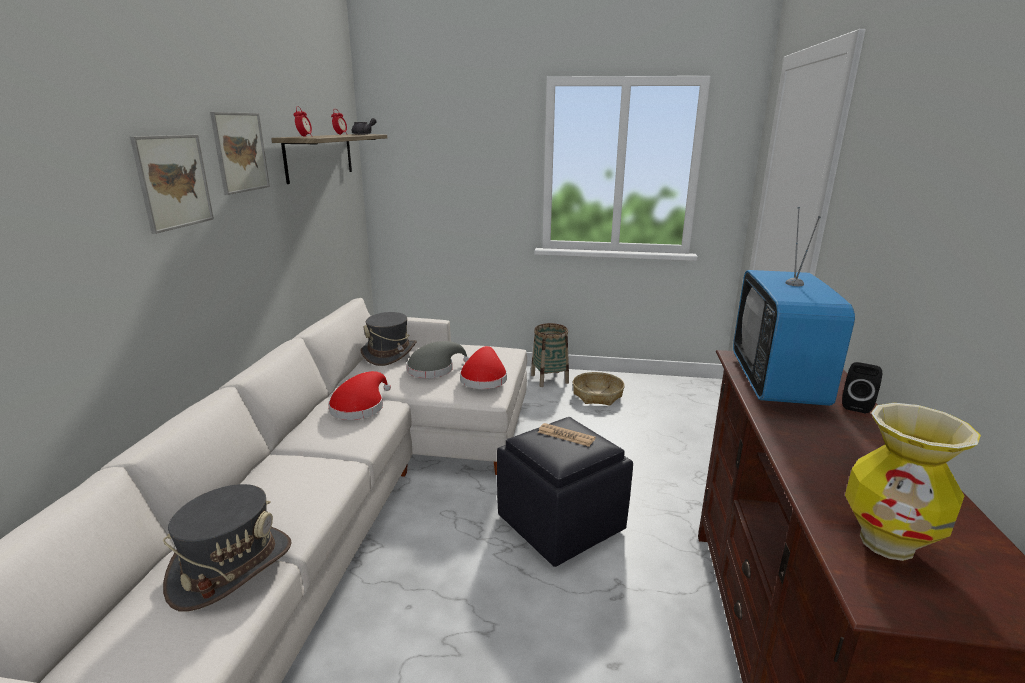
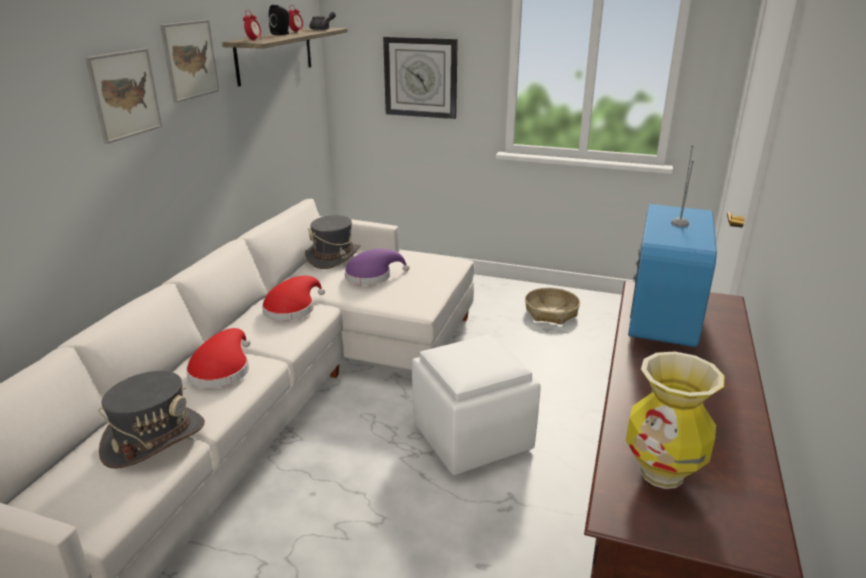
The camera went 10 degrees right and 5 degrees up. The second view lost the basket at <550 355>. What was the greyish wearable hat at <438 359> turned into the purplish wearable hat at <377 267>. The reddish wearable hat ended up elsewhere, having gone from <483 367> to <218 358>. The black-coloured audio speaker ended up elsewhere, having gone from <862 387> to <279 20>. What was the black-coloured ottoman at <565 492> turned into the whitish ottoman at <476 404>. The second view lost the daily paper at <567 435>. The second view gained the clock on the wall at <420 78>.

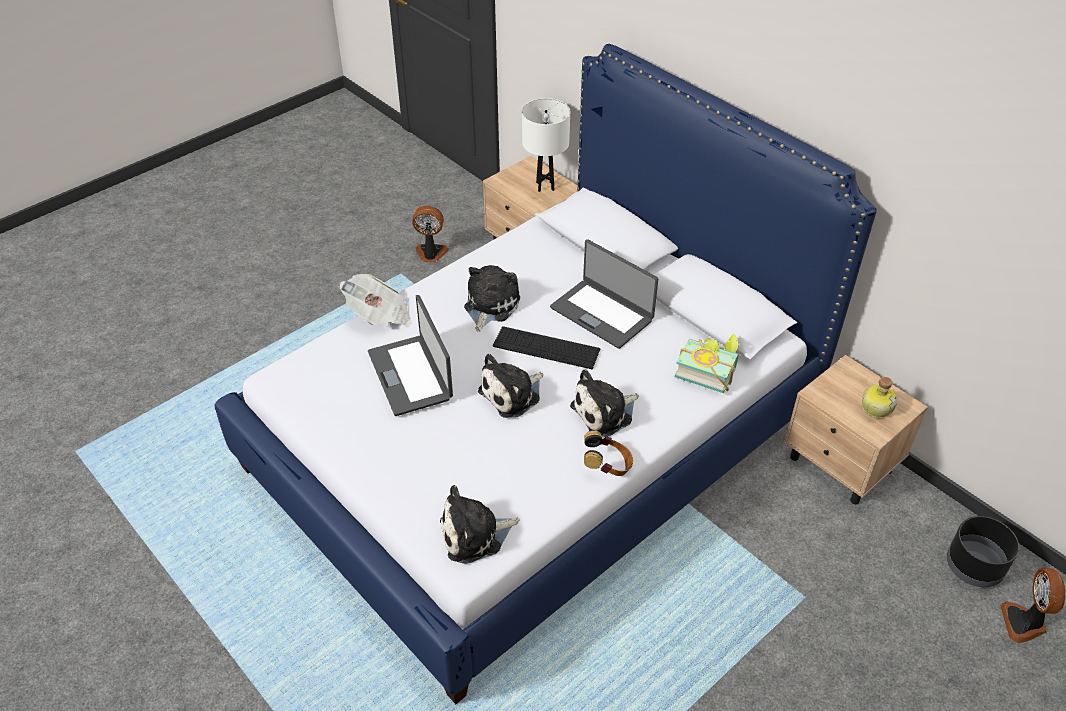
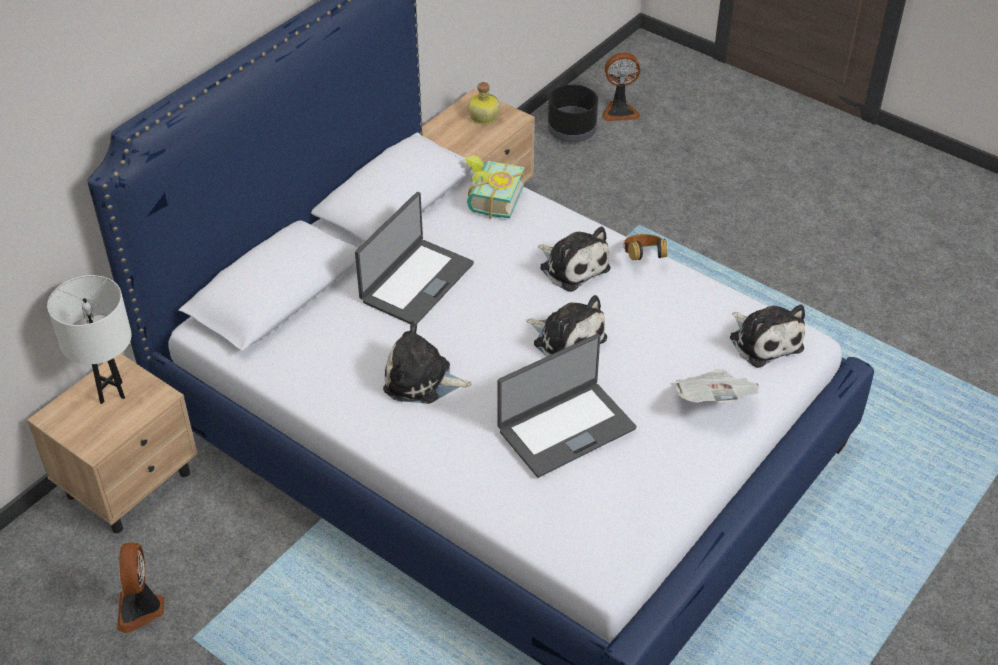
The camera went 100 degrees left and 0 degrees up. The daily paper ended up elsewhere, having gone from <376 300> to <717 386>. The second view lost the computer keyboard at <546 347>.

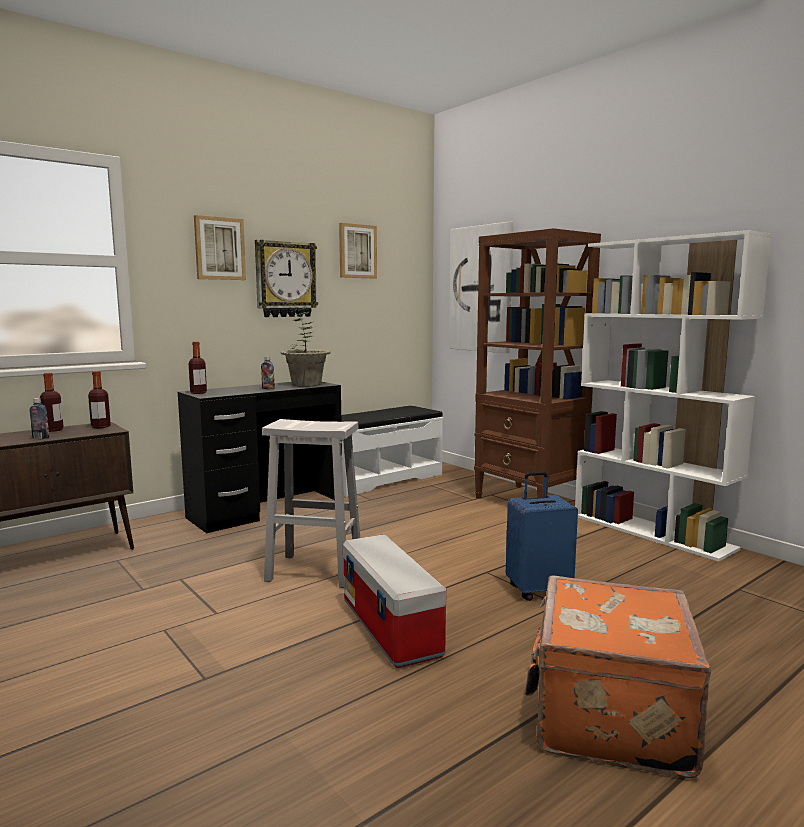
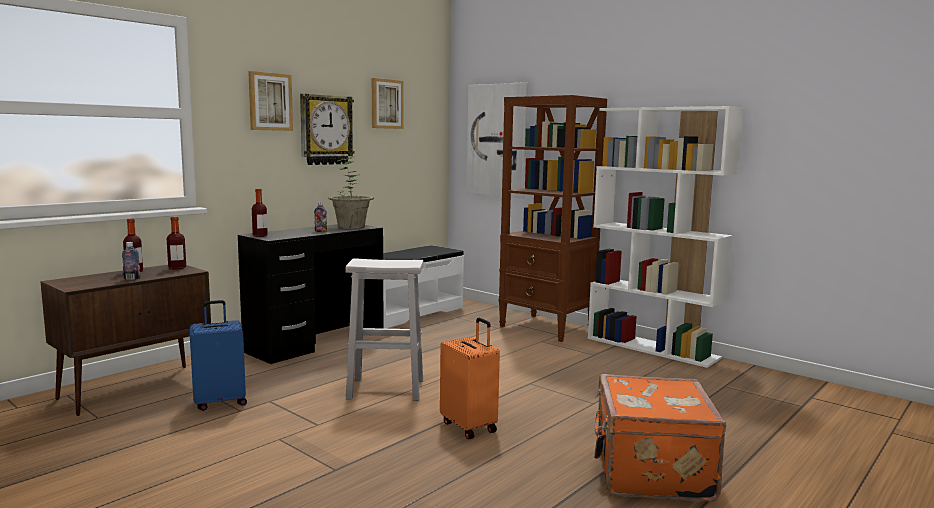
The camera went 10 degrees left and 0 degrees up. The bluish suitcase ended up elsewhere, having gone from <542 536> to <218 355>. Where the storage box stood at <395 601>, the orange-coloured suitcase came to stand at <470 378>.

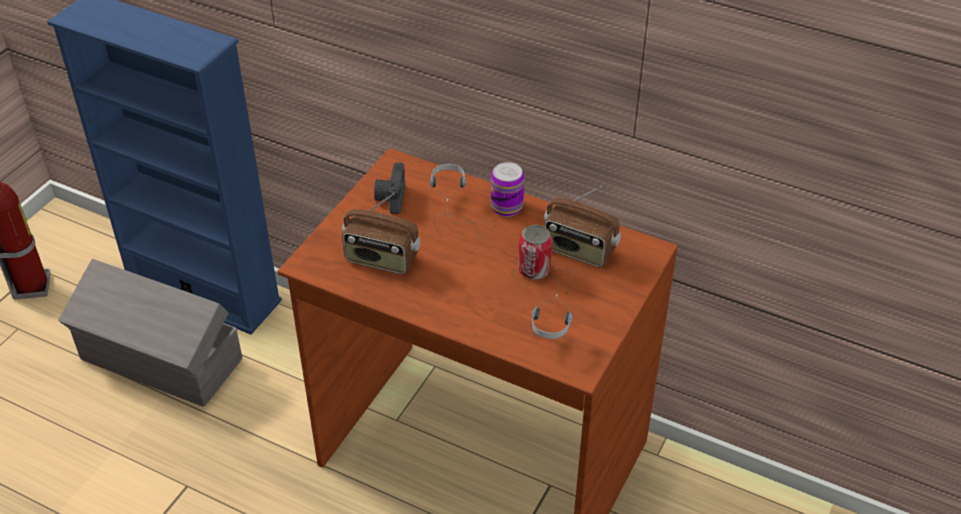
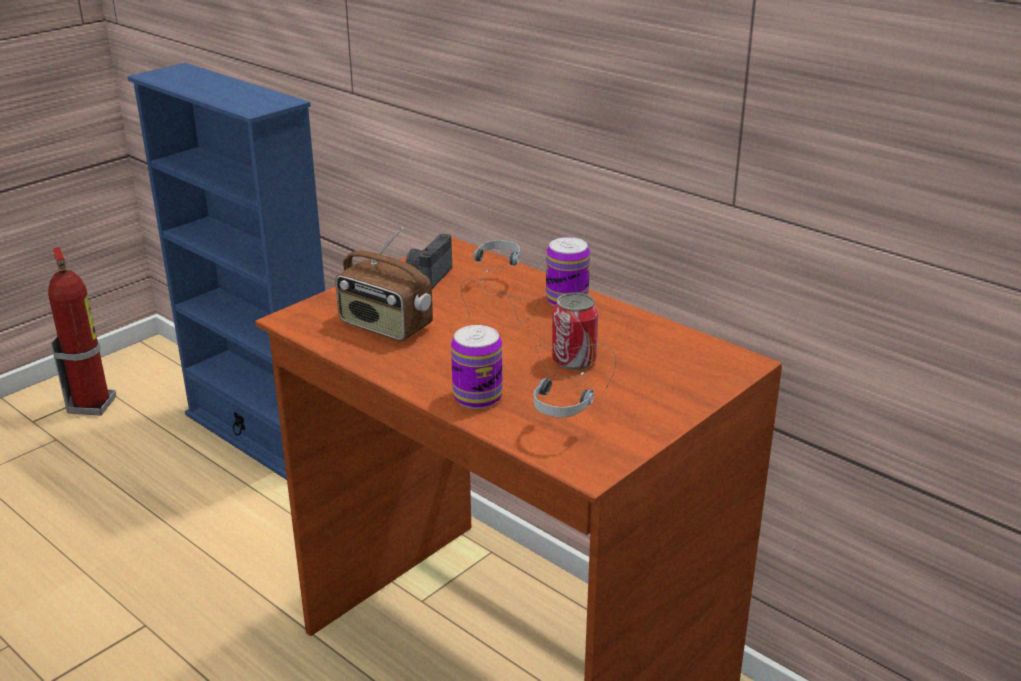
The camera went 15 degrees right and 15 degrees down. The second view lost the radio receiver at <582 227>. The second view lost the greyish storage box at <150 333>. The second view gained the can at <477 367>.

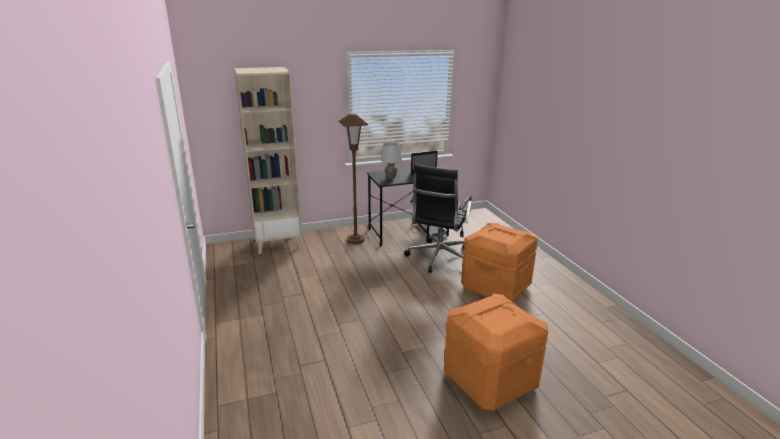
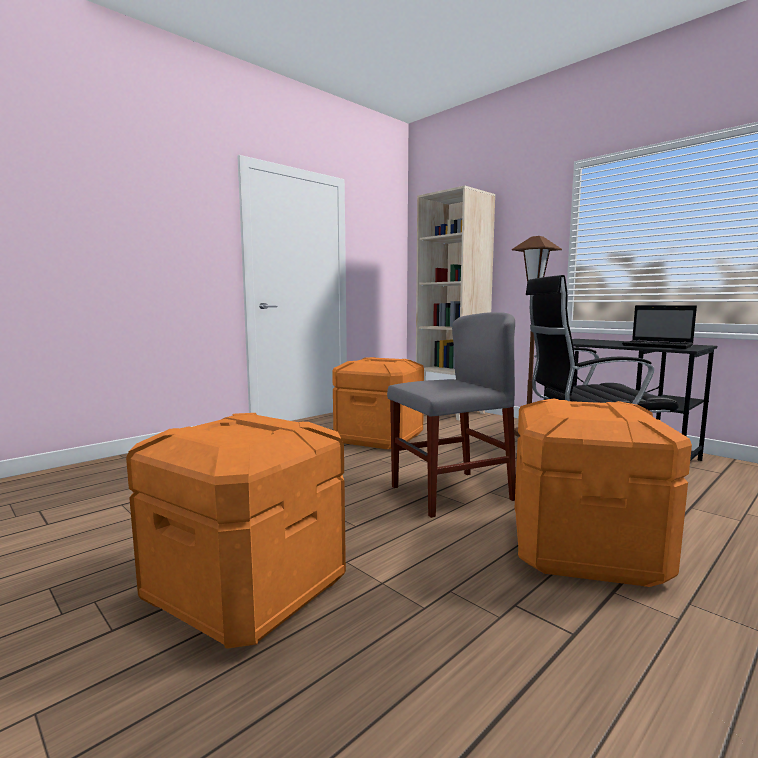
The camera went 65 degrees right and 15 degrees down. The second view lost the greyish table lamp at <391 161>. The second view gained the greyish plain chair at <451 415>. The second view gained the orange-coloured storage box at <378 403>.

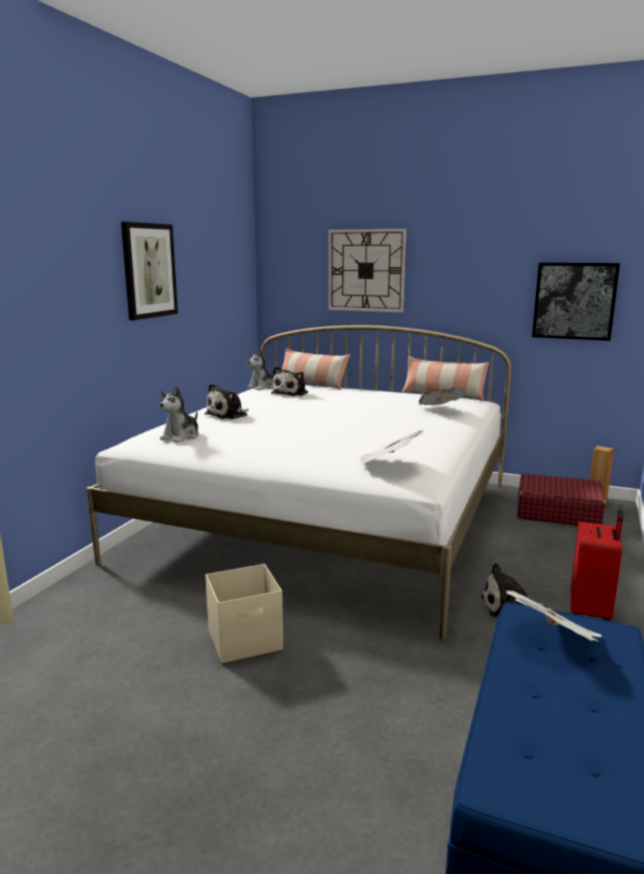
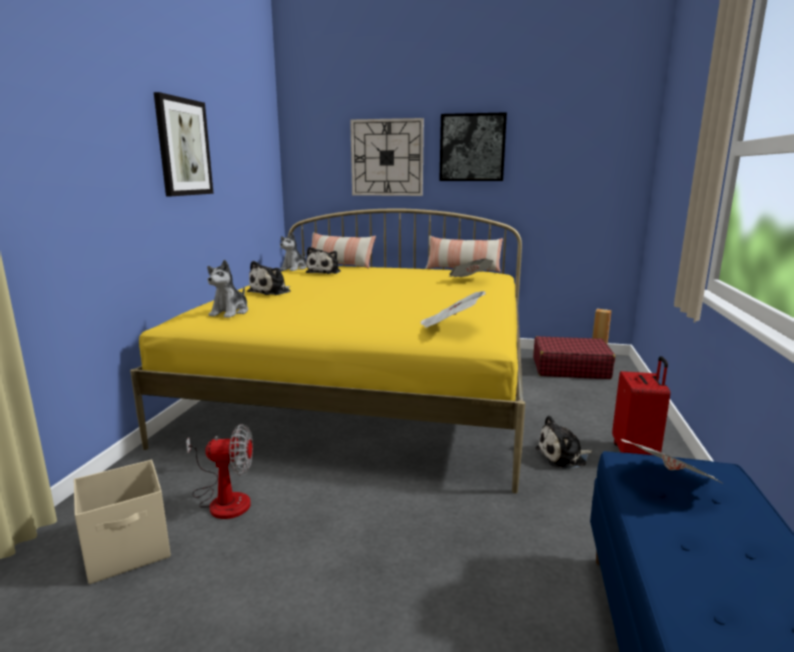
The camera went 10 degrees left and 0 degrees up. The wall art ended up elsewhere, having gone from <576 302> to <473 146>. What was the whitish sleeping bed at <298 482> turned into the yellow sleeping bed at <328 351>. The beige storage box ended up elsewhere, having gone from <244 613> to <122 521>. The second view gained the electric fan at <219 471>.

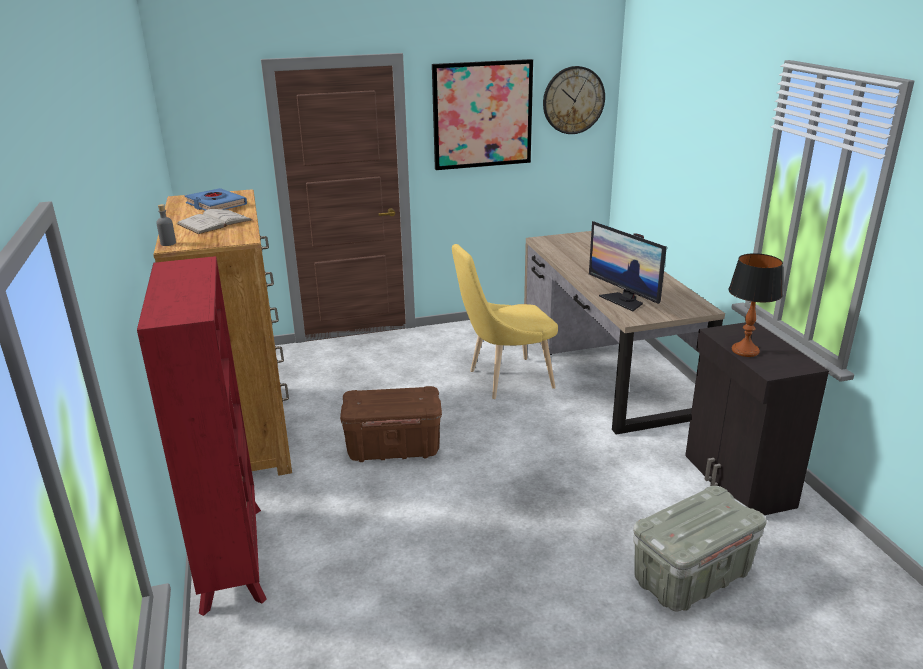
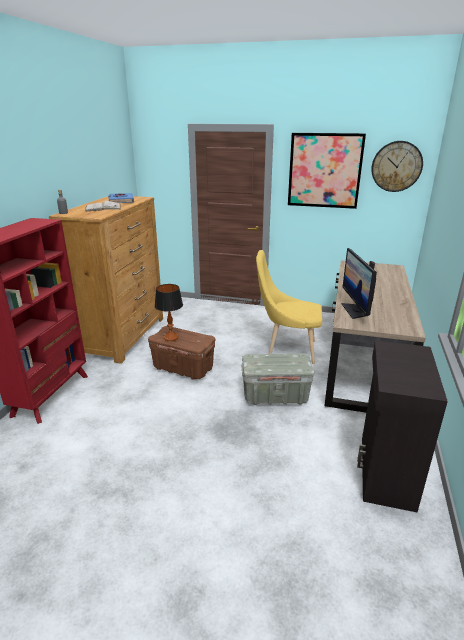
The camera went 30 degrees right and 0 degrees up. The table lamp ended up elsewhere, having gone from <756 305> to <169 312>. The greyish storage box ended up elsewhere, having gone from <700 548> to <278 379>.

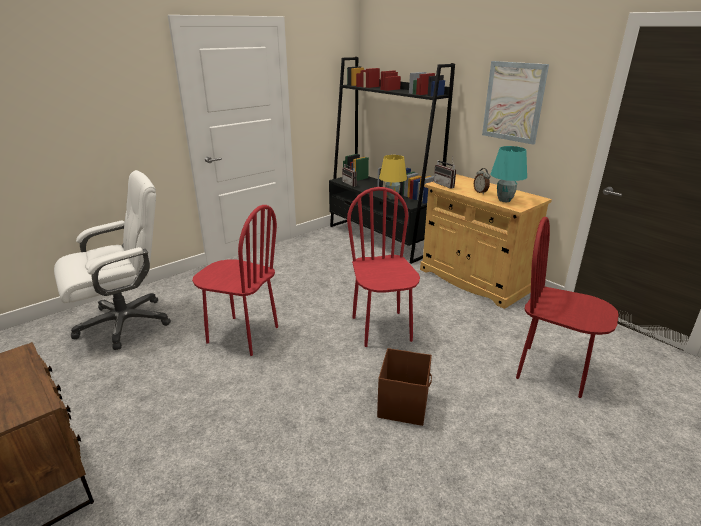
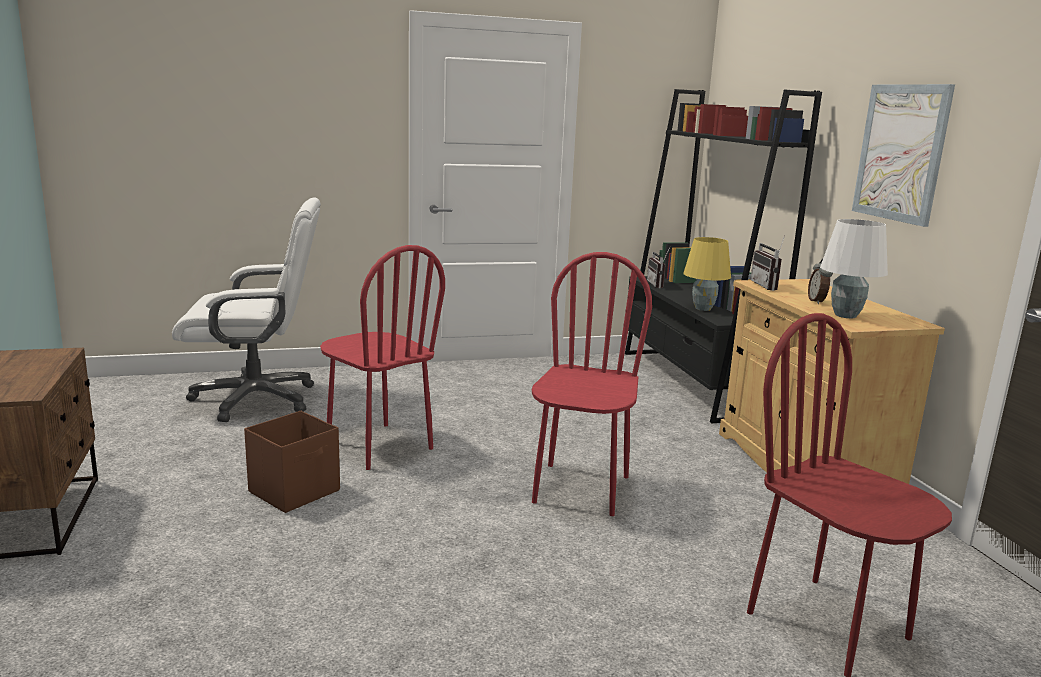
The camera went 25 degrees right and 10 degrees down. What was the turquoise table lamp at <509 174> turned into the whitish table lamp at <854 268>. The brownish storage box ended up elsewhere, having gone from <404 387> to <292 462>.

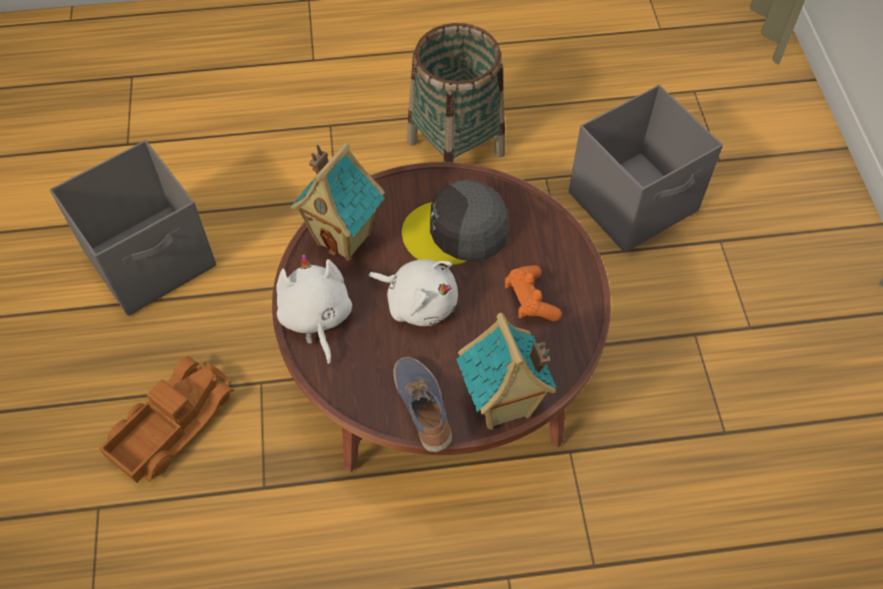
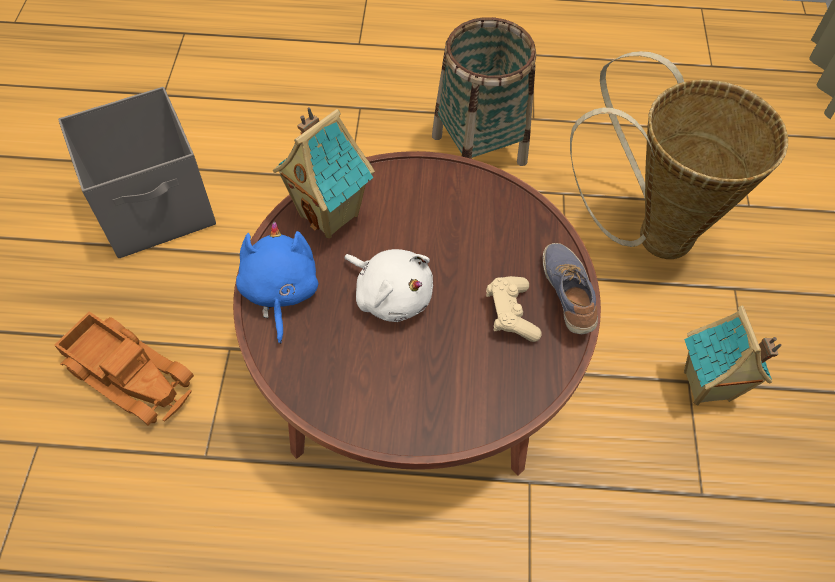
The camera went 10 degrees right and 0 degrees up. Where the greyish storage box stood at <646 169>, the basket came to stand at <679 155>. The second view lost the greyish peaked cap at <455 222>. What was the whitish plush toy at <314 309> turned into the bluish plush toy at <277 283>. What was the orange-coloured joypad at <533 293> turned into the beige joypad at <514 309>. The toy house ended up elsewhere, having gone from <506 371> to <733 355>. The toy truck at <166 419> ended up facing another way, 75 degrees clockwise from before. The low shoe ended up elsewhere, having gone from <422 404> to <570 288>.

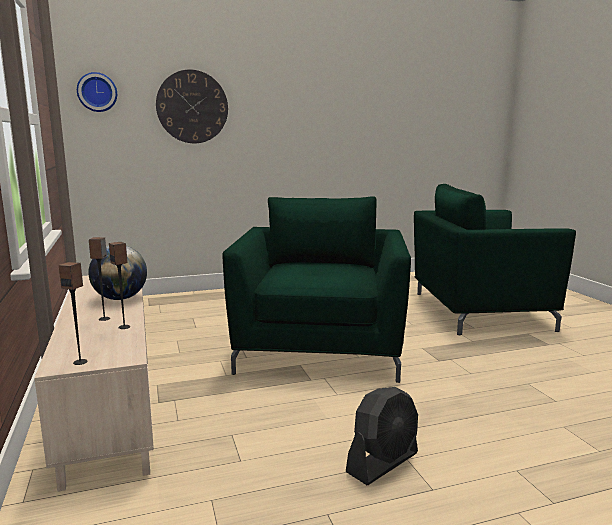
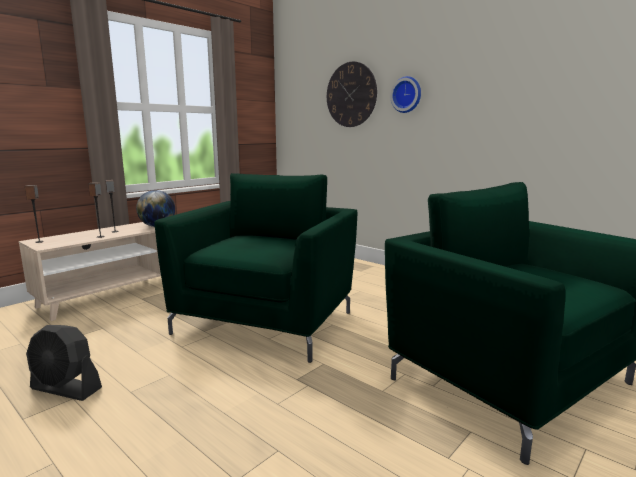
The camera went 60 degrees right and 0 degrees up. The clock on the wall ended up elsewhere, having gone from <97 92> to <405 94>. The green easy chair at <316 289> ended up facing another way, 45 degrees counterclockwise from before.

